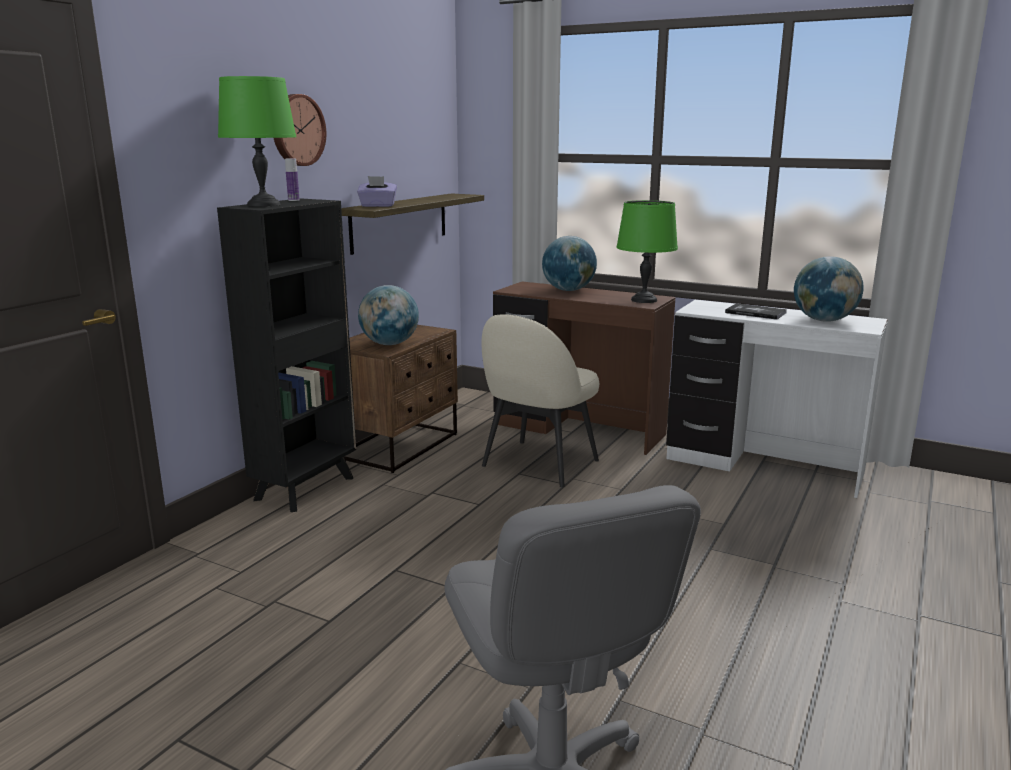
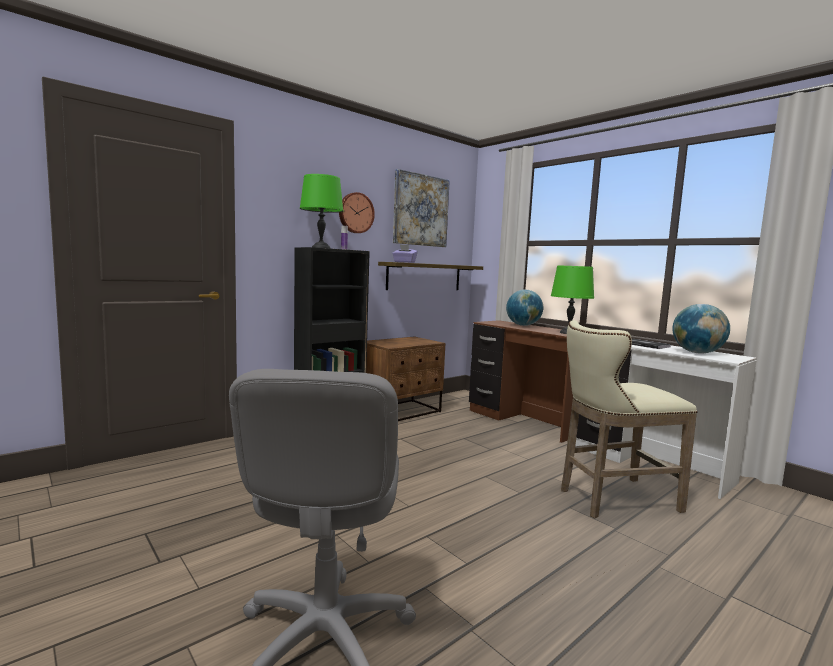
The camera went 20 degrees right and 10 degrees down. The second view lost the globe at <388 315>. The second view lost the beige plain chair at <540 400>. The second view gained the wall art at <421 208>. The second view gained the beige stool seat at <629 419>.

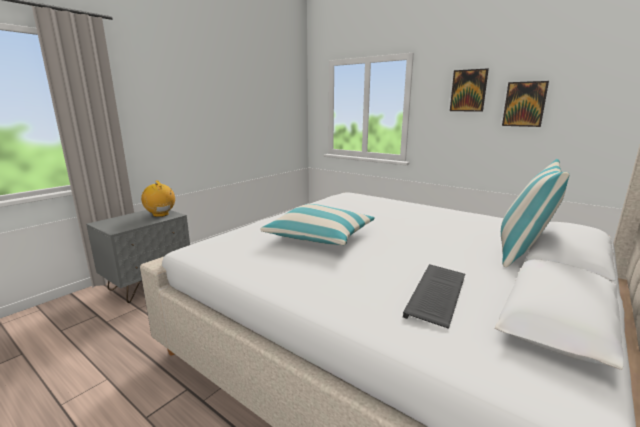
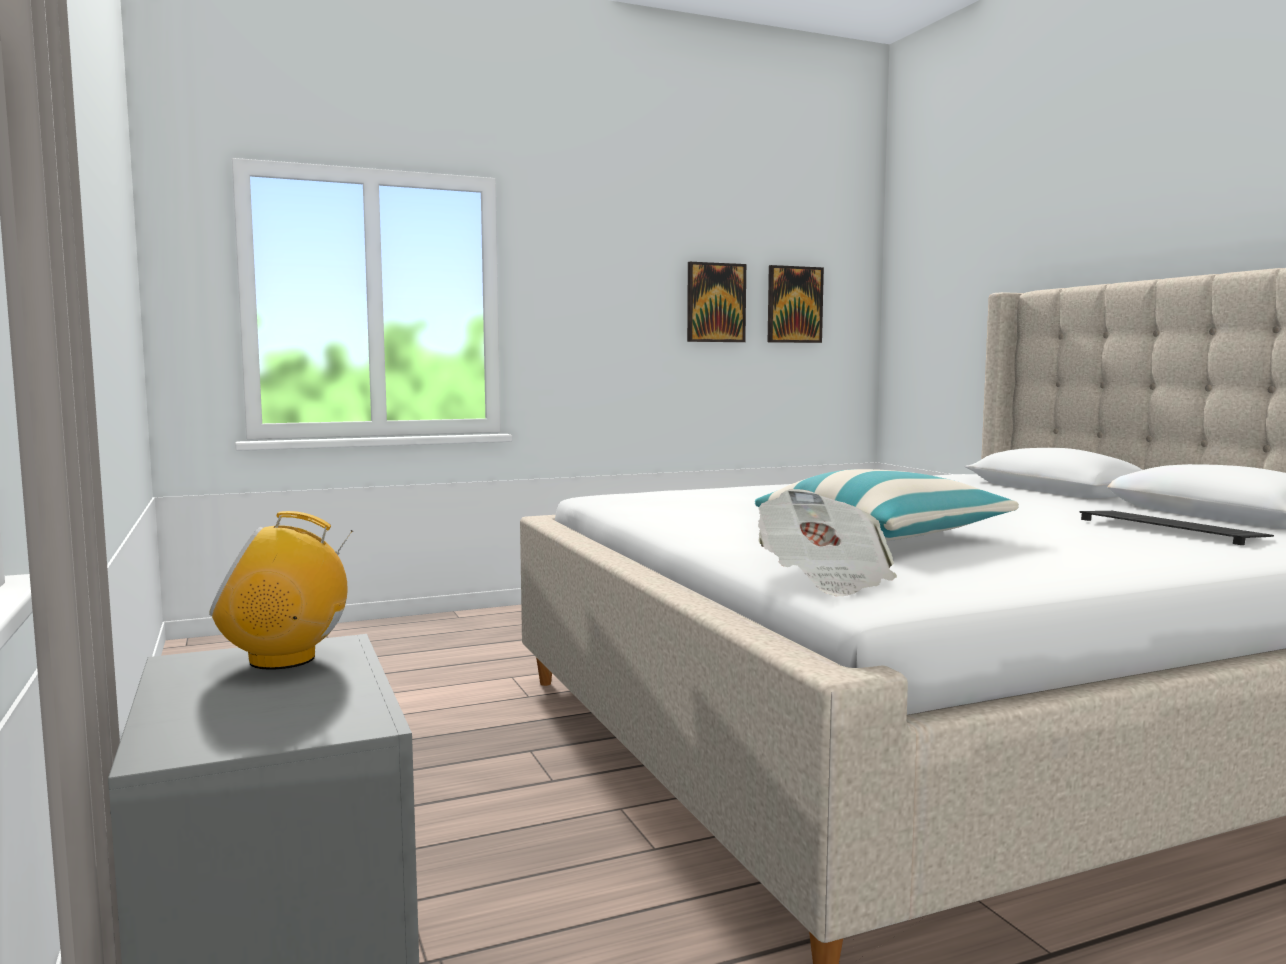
The camera went 60 degrees left and 10 degrees down. The wall art ended up elsewhere, having gone from <469 90> to <796 304>. The second view lost the cushion at <535 213>. The second view gained the daily paper at <827 542>.

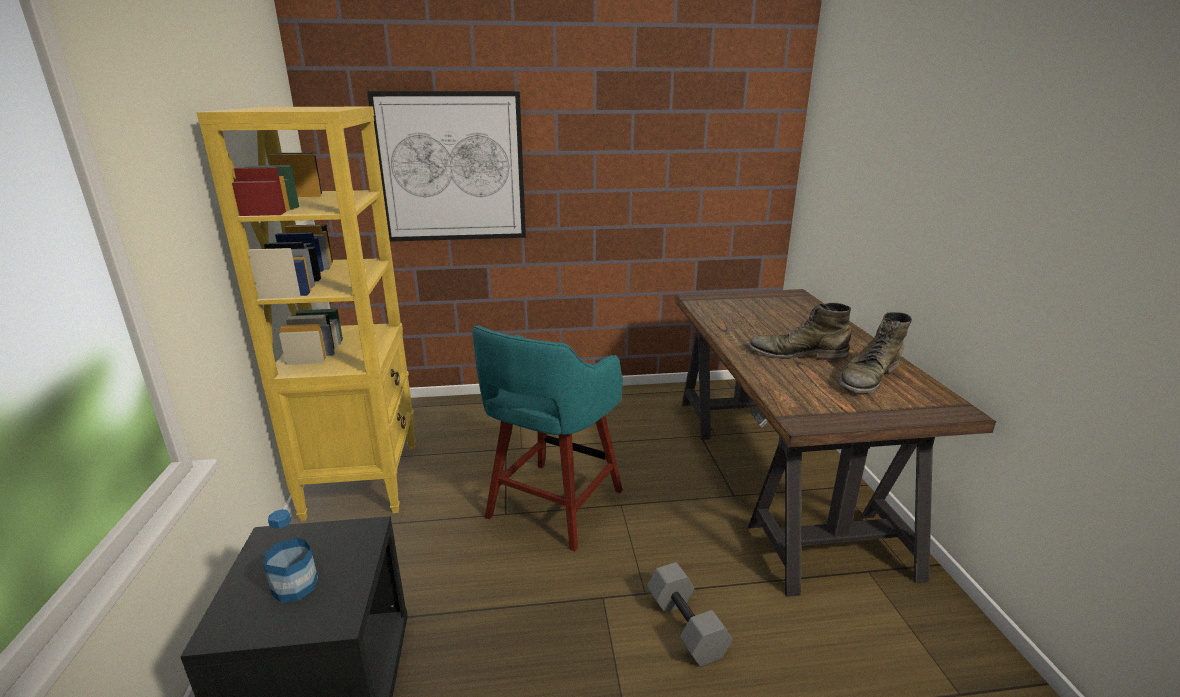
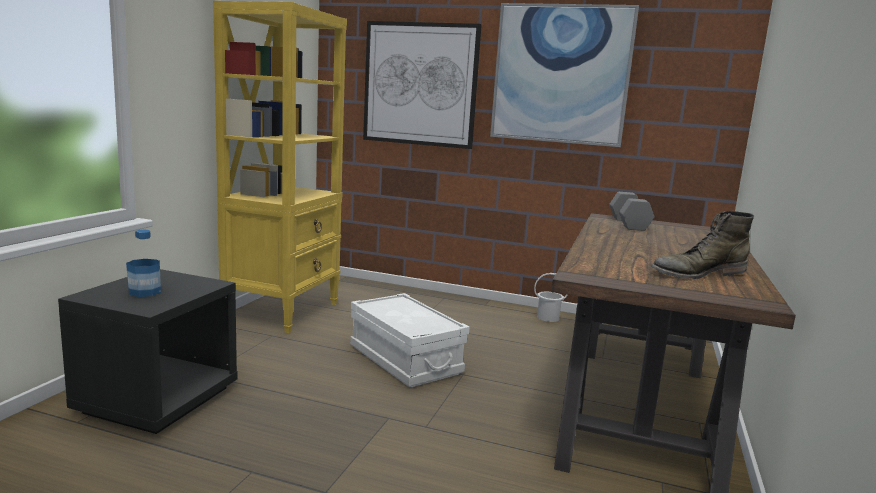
The camera went 25 degrees right and 10 degrees down. The second view lost the green tall boot at <799 332>. Where the turquoise stool seat stood at <547 438>, the whitish storage box came to stand at <410 340>. The greyish dumbbell ended up elsewhere, having gone from <689 614> to <631 211>. The second view gained the wall art at <564 75>. The second view gained the whitish water bucket at <550 297>.

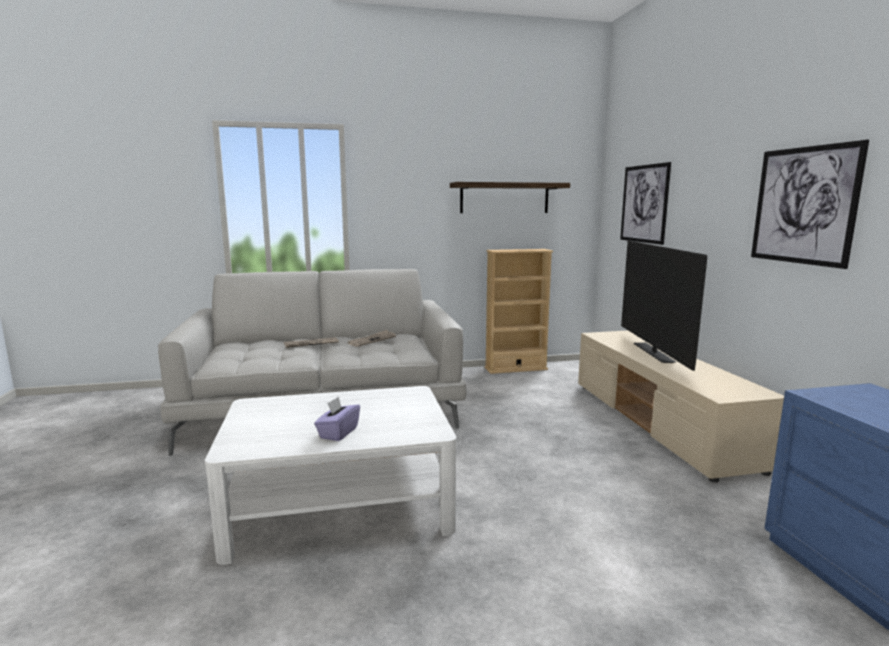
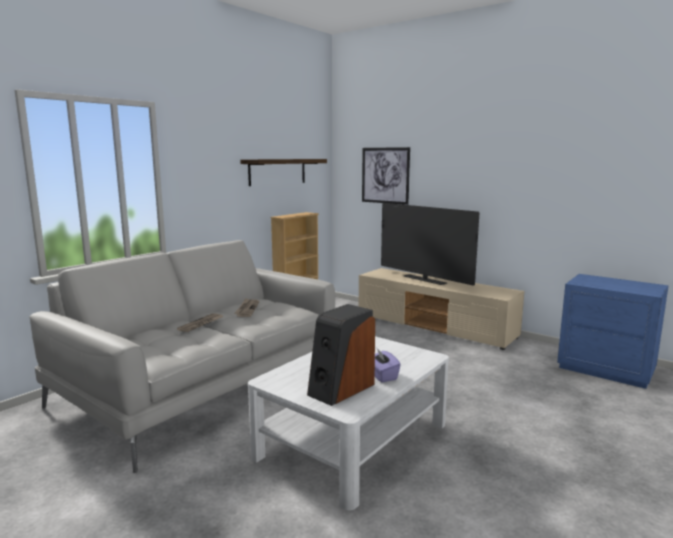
The camera went 40 degrees left and 0 degrees up. The second view lost the wall art at <810 204>. The second view gained the audio speaker at <341 355>.

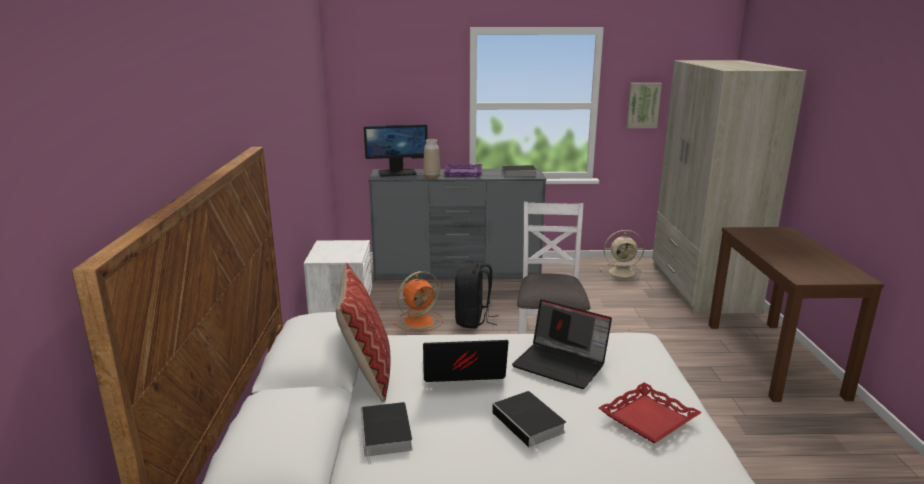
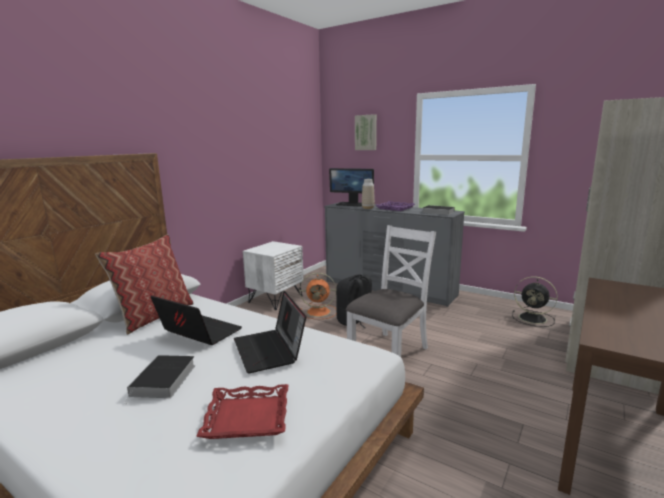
The camera went 35 degrees right and 5 degrees down. The wall art ended up elsewhere, having gone from <644 105> to <366 132>. What was the beige electric fan at <622 255> turned into the black-coloured electric fan at <535 301>. The second view lost the volume at <387 433>.

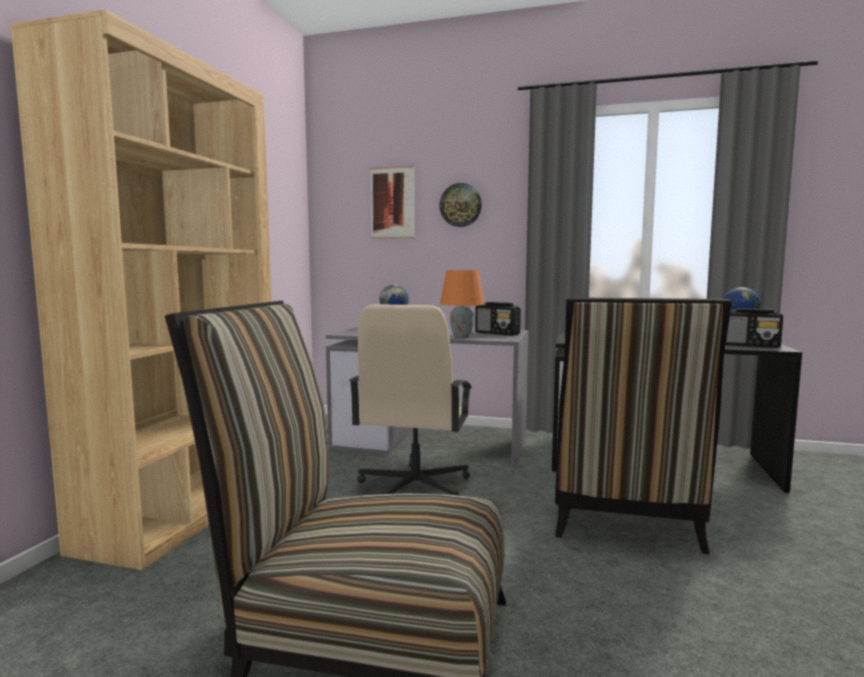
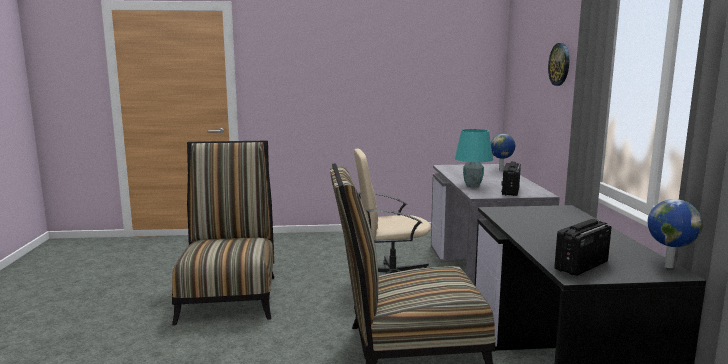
The camera went 70 degrees right and 5 degrees up. The second view lost the brownish shelving unit at <141 289>. The second view lost the wall art at <392 202>. What was the orange-coloured table lamp at <462 304> turned into the turquoise table lamp at <474 158>. The radio receiver at <754 328> ended up facing another way, 45 degrees clockwise from before.

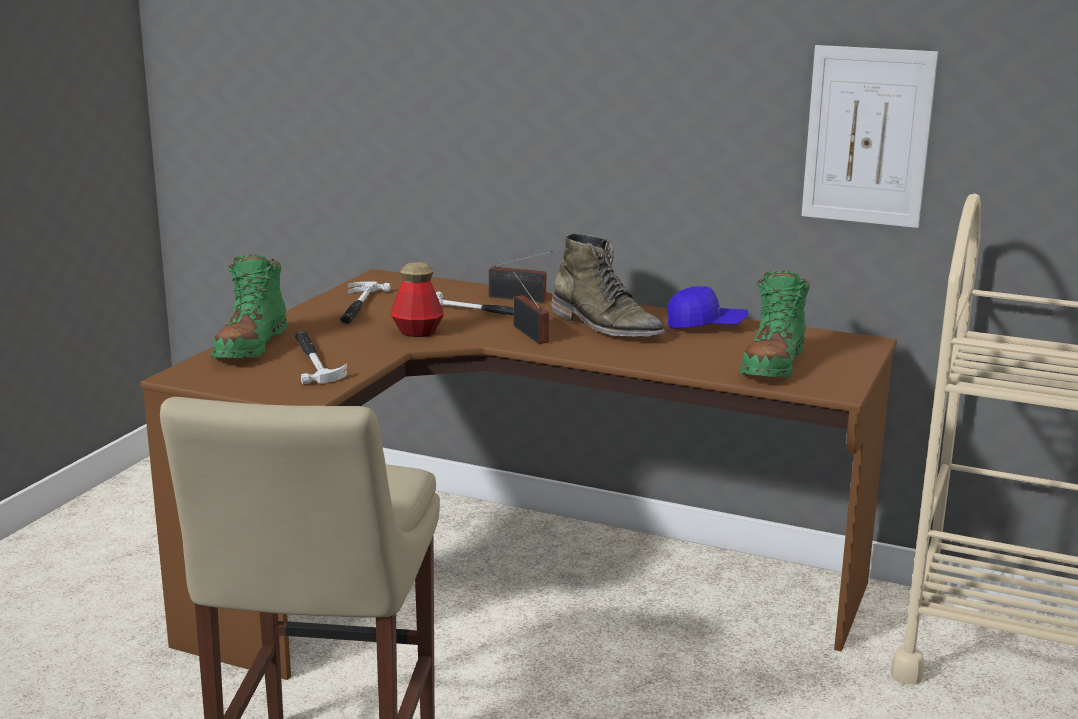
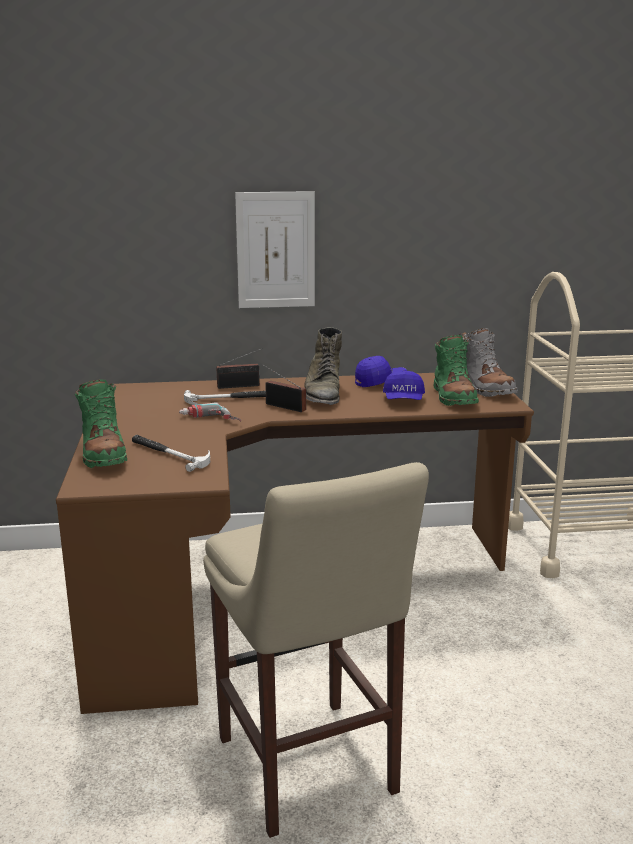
The camera went 30 degrees left and 0 degrees up. The wall art ended up elsewhere, having gone from <870 136> to <275 249>. The green tall boot at <608 285> ended up facing another way, 75 degrees clockwise from before. Where the beverage bottle stood at <417 299>, the power drill came to stand at <210 411>. The second view lost the hand hammer at <365 302>. The second view gained the greyish tall boot at <489 362>. The second view gained the bluish peaked cap at <404 385>.

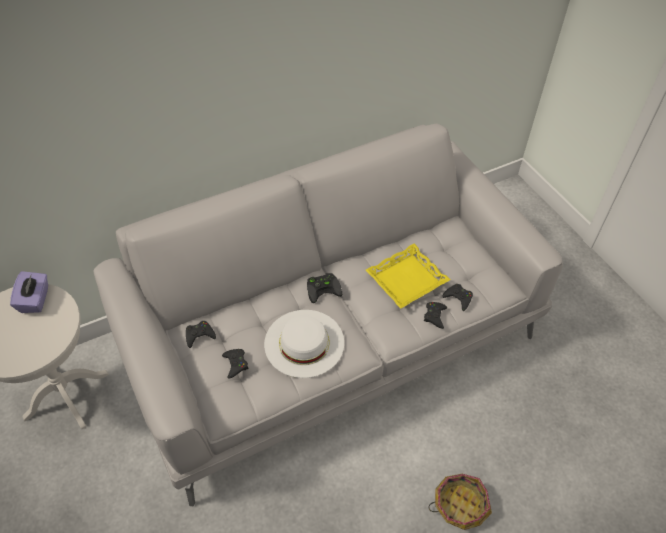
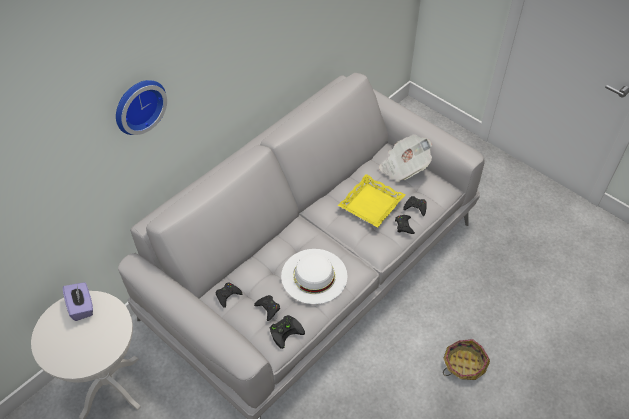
The camera went 20 degrees left and 0 degrees up. The black-coloured joypad ended up elsewhere, having gone from <324 288> to <287 332>. The second view gained the clock on the wall at <141 107>. The second view gained the daily paper at <405 158>.

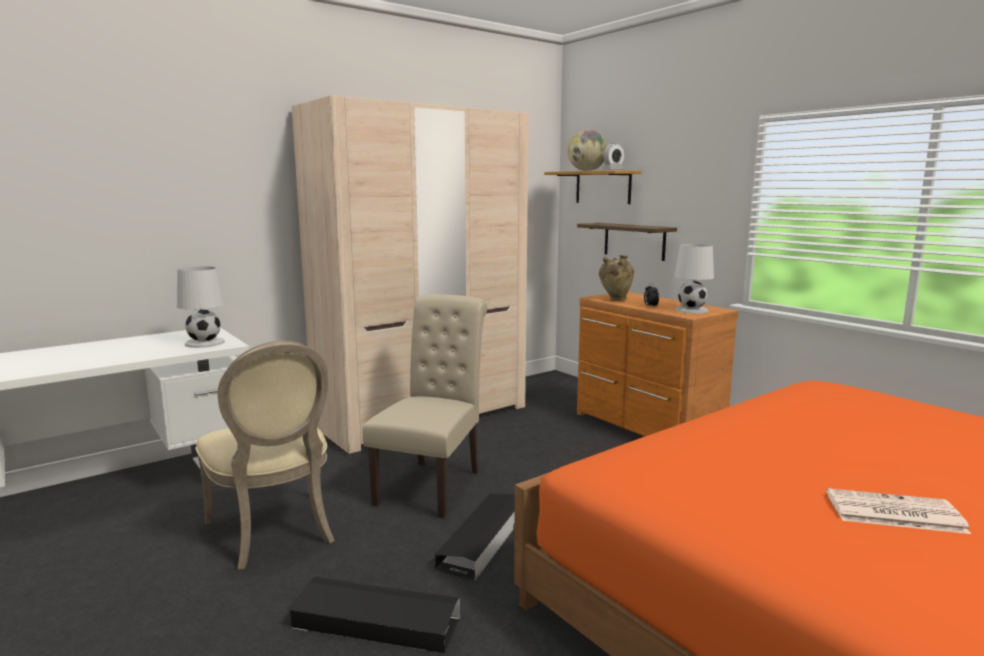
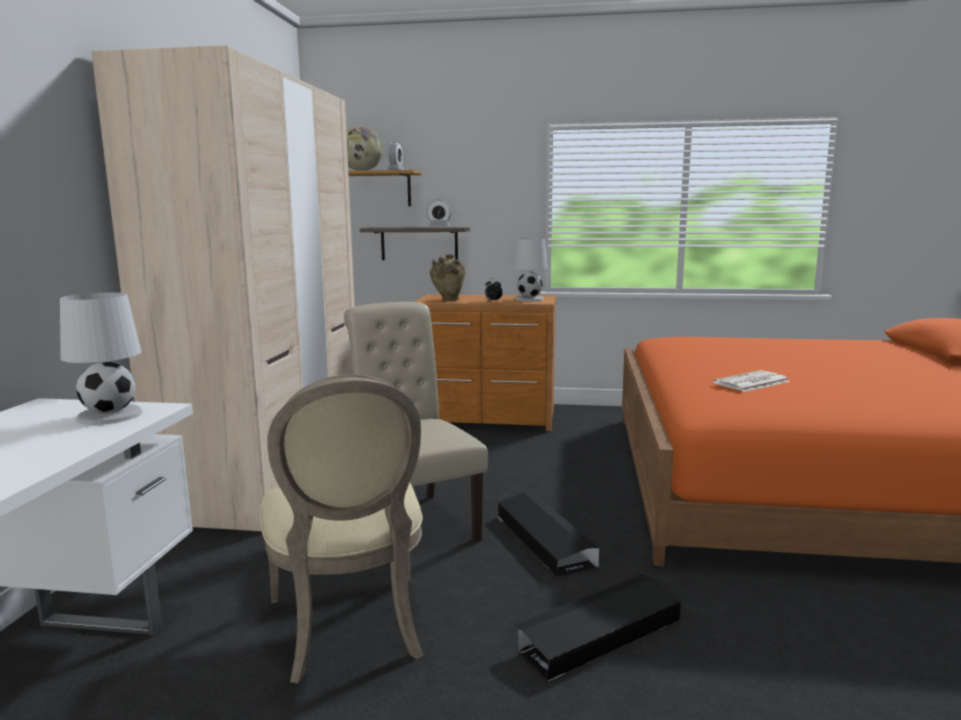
The camera went 45 degrees left and 0 degrees up. The beige plain chair at <265 455> ended up facing another way, 60 degrees clockwise from before. The daily paper ended up elsewhere, having gone from <898 511> to <751 381>. The second view gained the table clock at <439 213>.

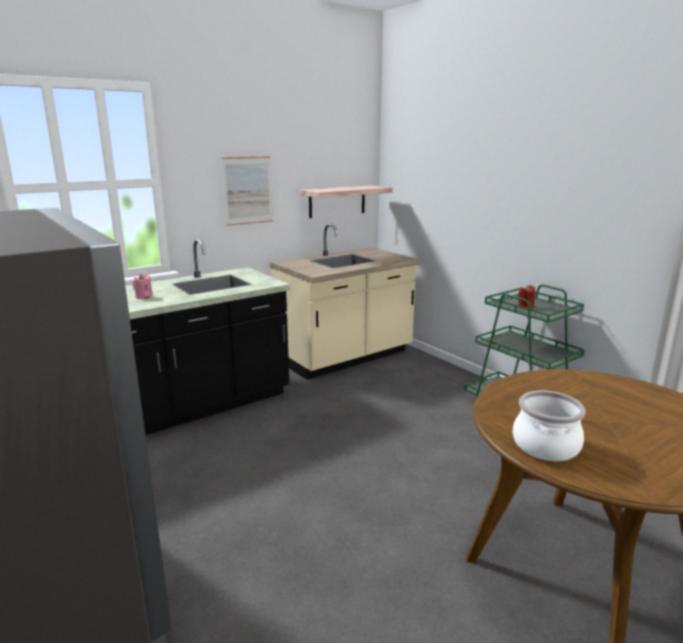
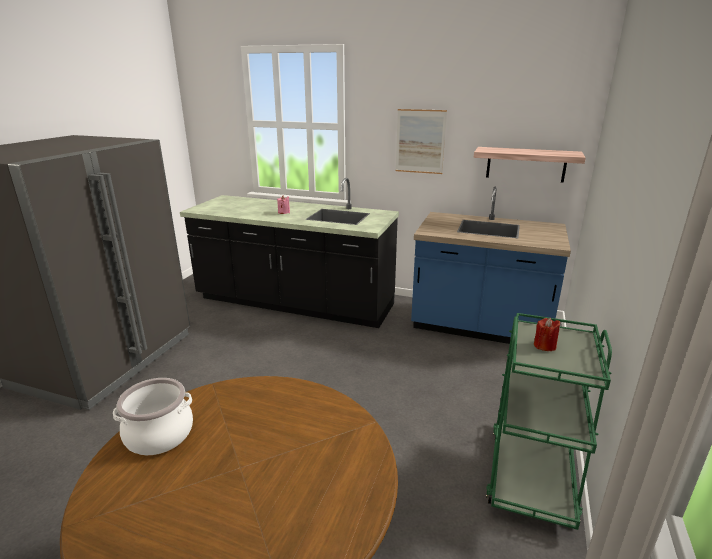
The camera went 55 degrees right and 5 degrees up. What was the beige kitchen base unit at <344 302> turned into the bluish kitchen base unit at <491 265>.

